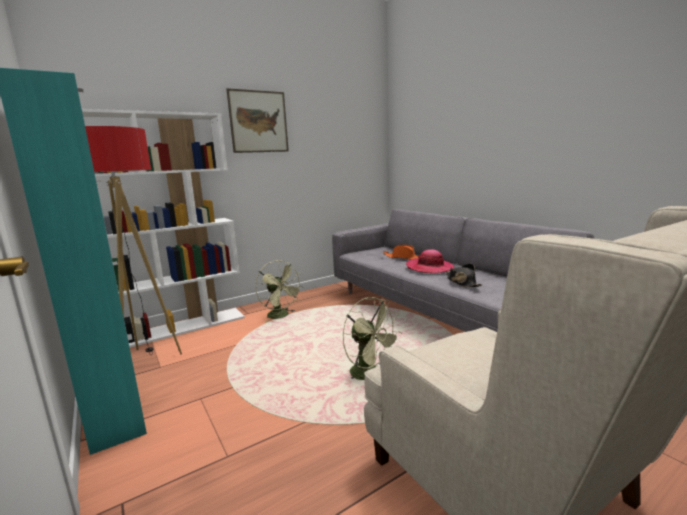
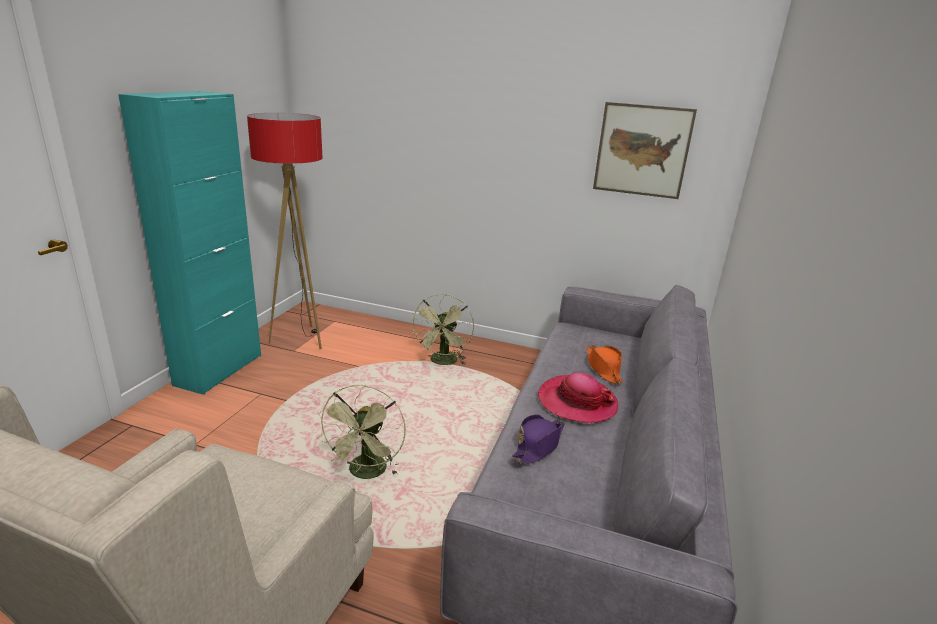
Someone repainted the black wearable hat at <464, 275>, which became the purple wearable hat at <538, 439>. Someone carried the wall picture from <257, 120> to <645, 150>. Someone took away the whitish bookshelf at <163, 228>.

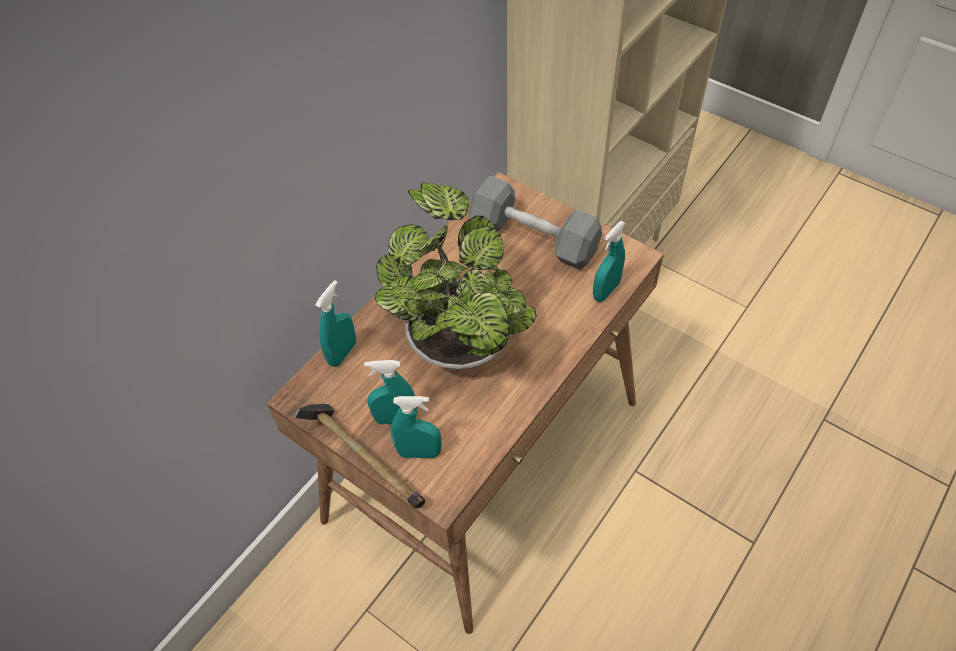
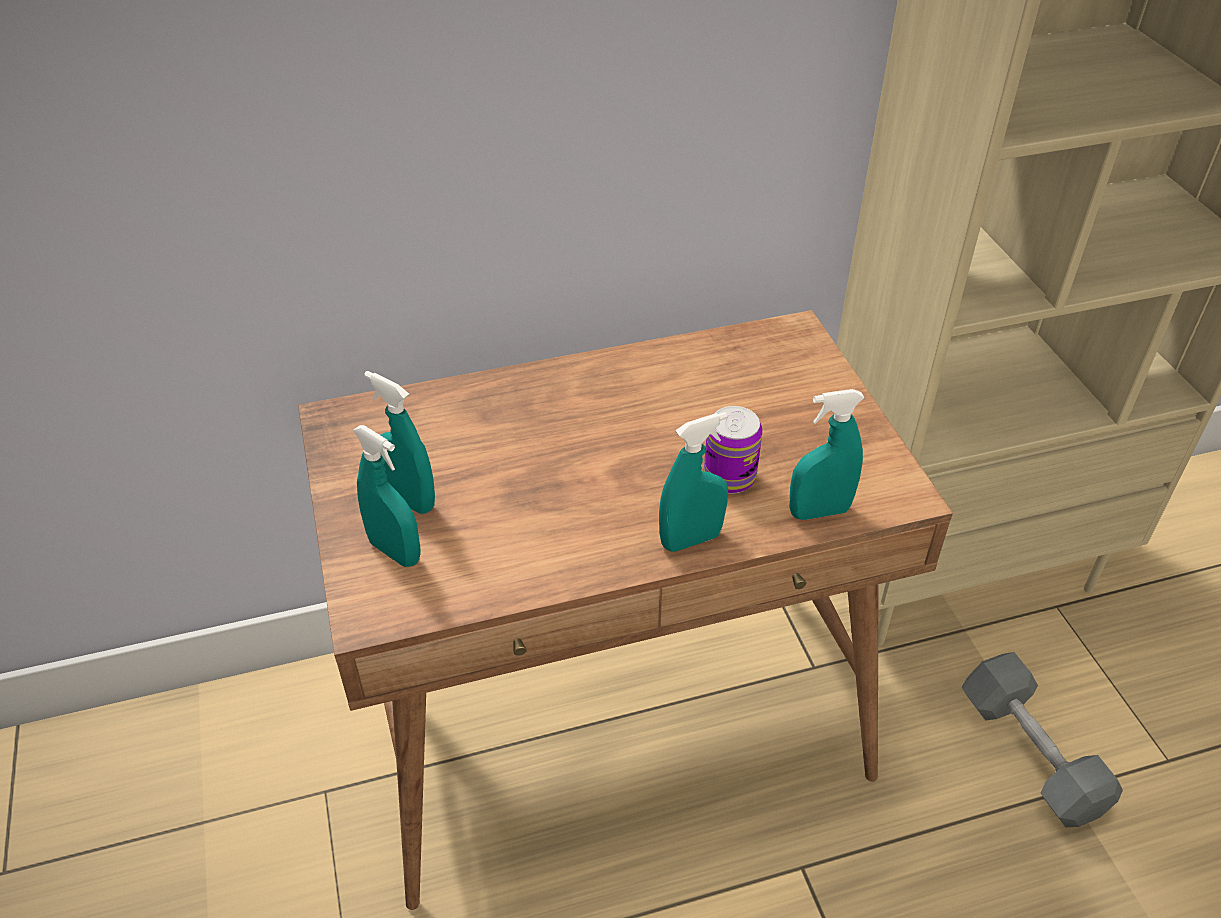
Someone carried the blue-green sprayer from <335, 323> to <693, 482>. Someone put down the metal can at <733, 450>. Someone carried the grey hand weight from <535, 222> to <1042, 739>. Someone took away the hammer at <359, 456>. Someone took away the plant in a pot at <455, 276>.

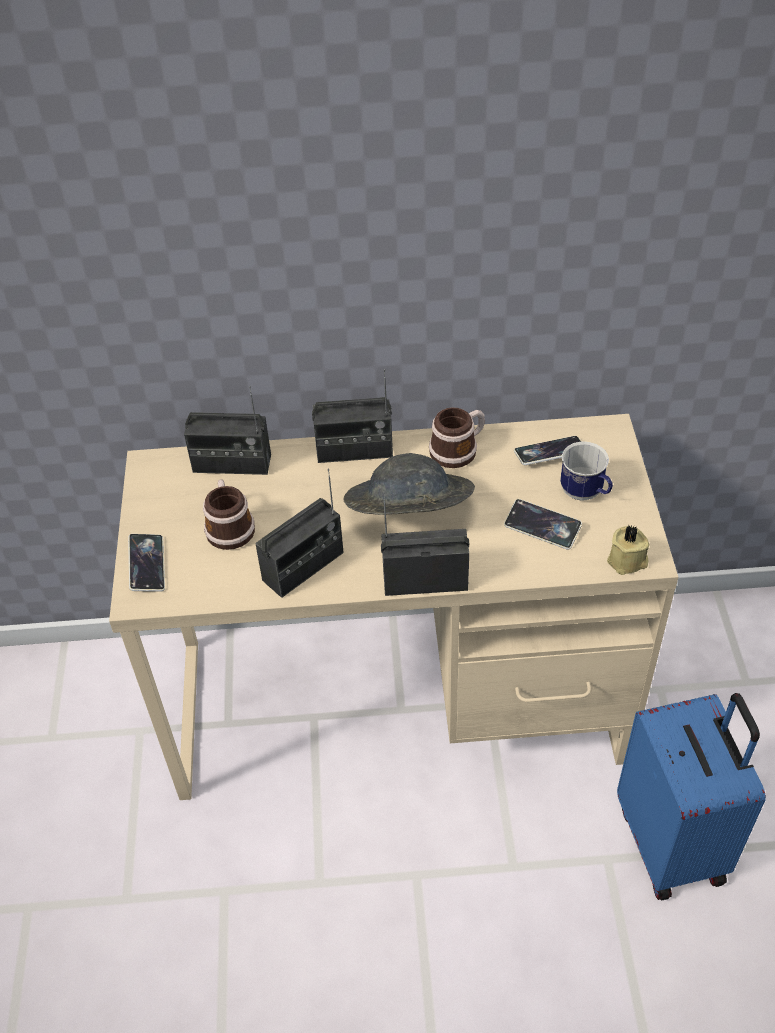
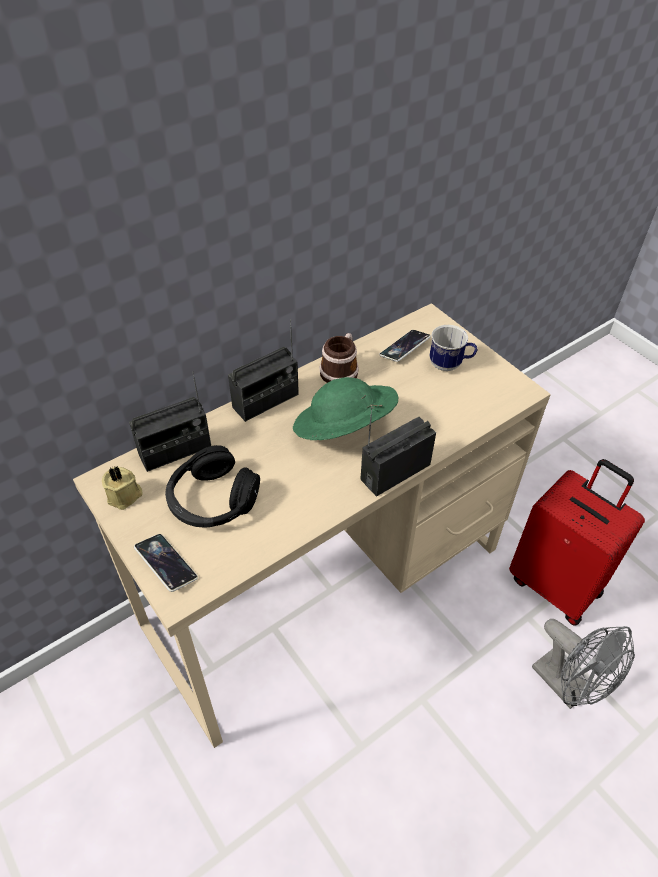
Someone carried the sand-coloured wax candle from <628, 550> to <122, 488>. Someone swapped the coffee mug at <229, 514> for the black headset at <212, 486>. Someone repainted the grey wearable hat at <409, 484>, which became the green-coloured wearable hat at <346, 408>. Someone repainted the bluish travel case at <691, 796>, which became the red-coloured travel case at <577, 542>. Someone put down the grey cooling fan at <583, 664>. Someone took away the radio receiver at <299, 533>. Someone took away the handset at <543, 524>.

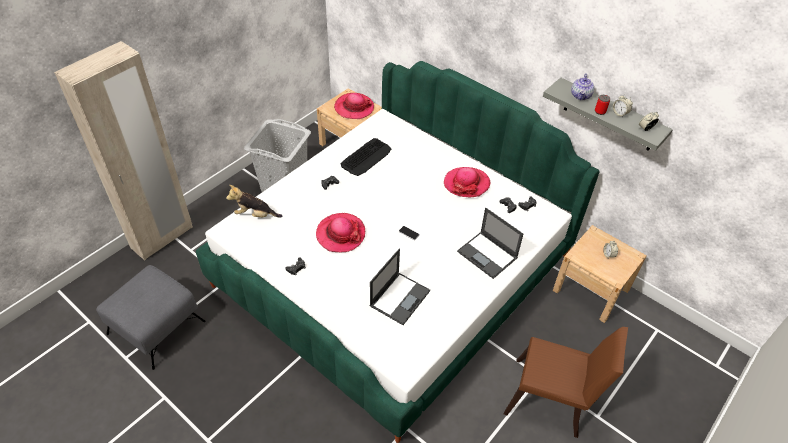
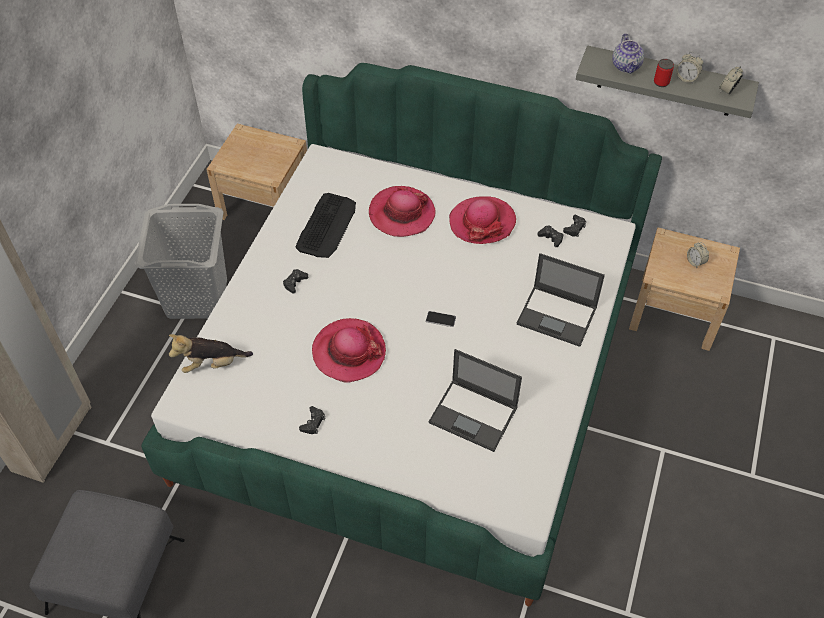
Someone carried the wearable hat from <354, 106> to <402, 211>. Someone rotated the portable computer at <400, 287> by 105 degrees clockwise. Someone took away the brownish plain chair at <566, 382>.

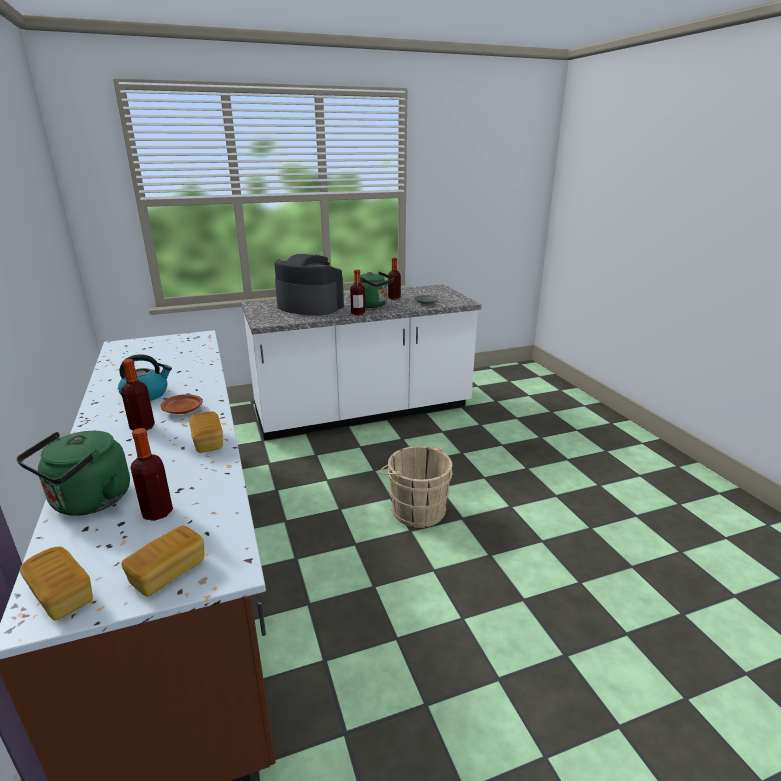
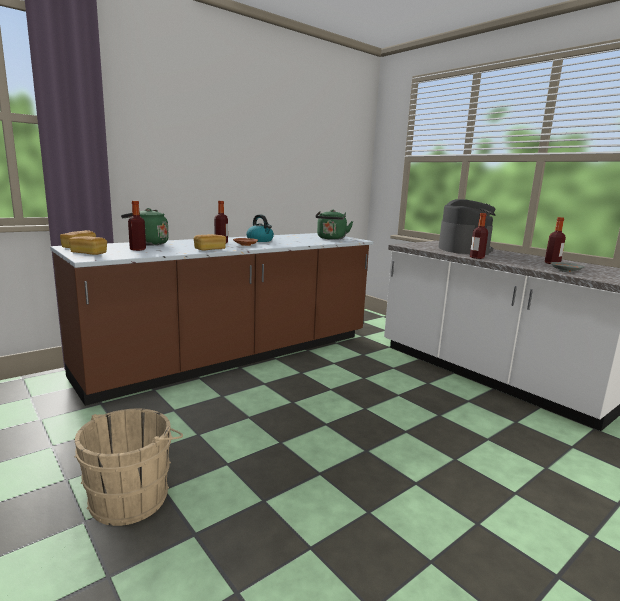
Someone carried the sand-coloured bucket from <416, 487> to <129, 467>. Someone carried the green-coloured water kettle from <373, 290> to <334, 225>.

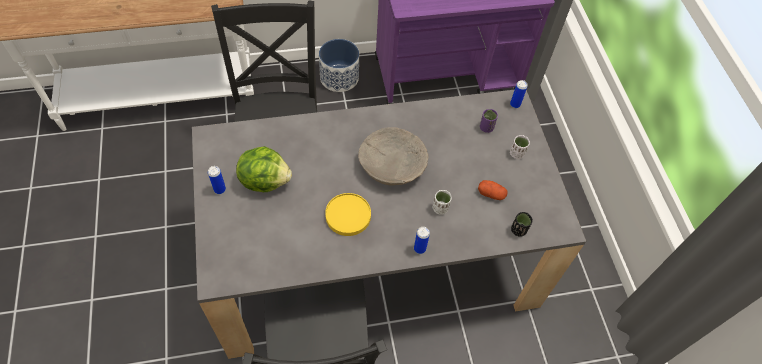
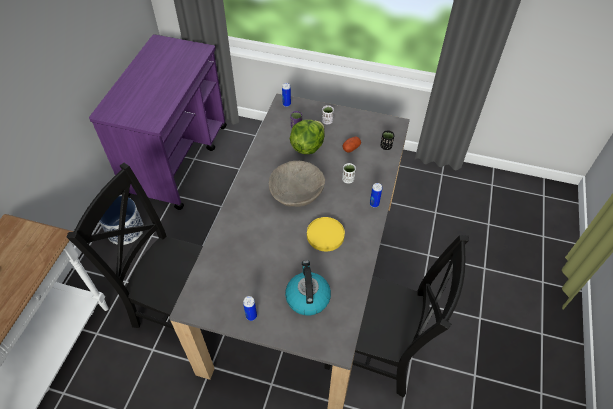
Someone put down the water kettle at <308, 288>. Someone carried the lettuce head from <264, 169> to <307, 137>.

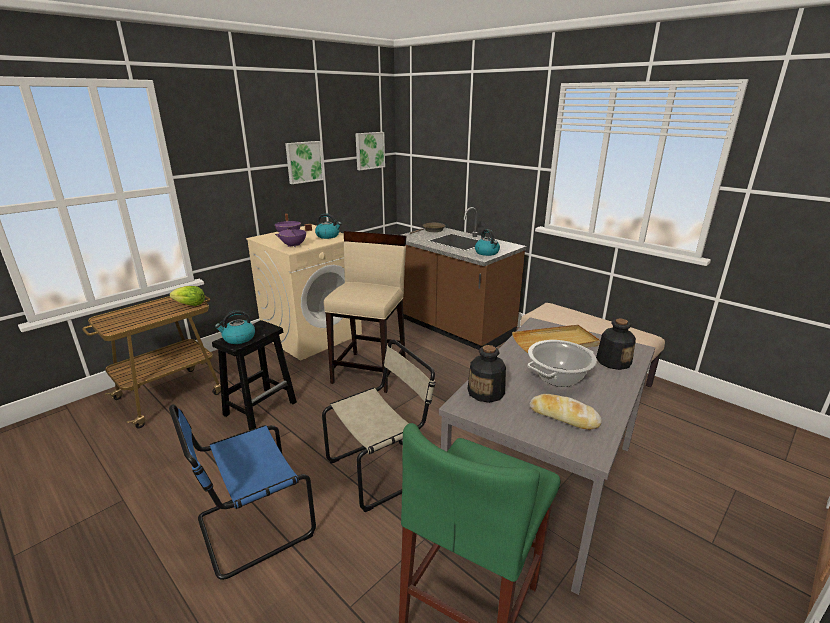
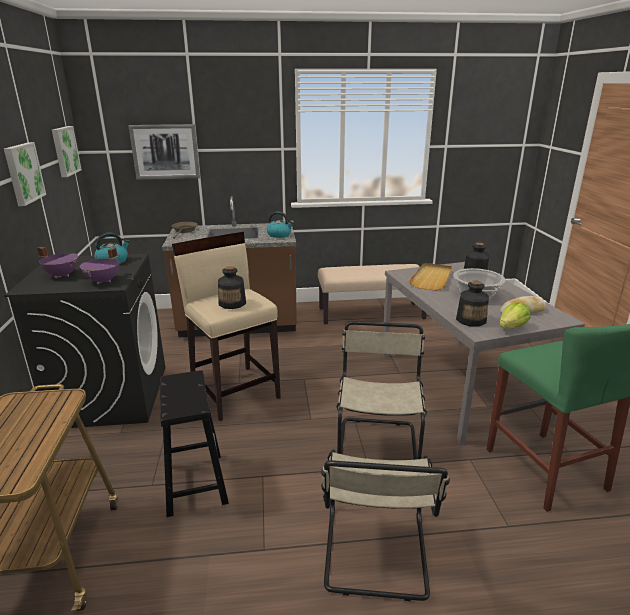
Someone repainted the sand-coloured laundry appliance at <304, 292>, which became the black laundry appliance at <84, 341>. Someone put up the wall picture at <164, 152>. Someone put down the beverage bottle at <232, 287>. Someone repainted the bluish plain chair at <242, 492>, which became the sand-coloured plain chair at <385, 525>. Someone carried the lettuce head from <187, 296> to <514, 315>. Someone took away the water kettle at <235, 327>.

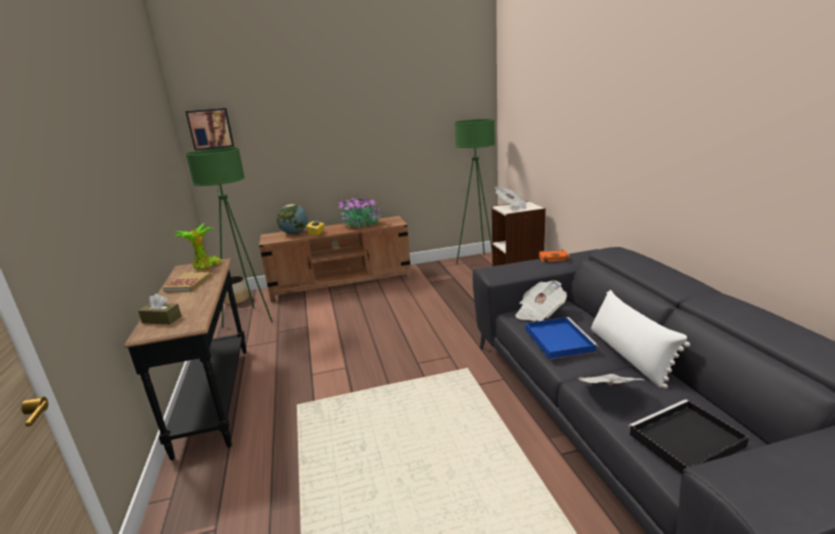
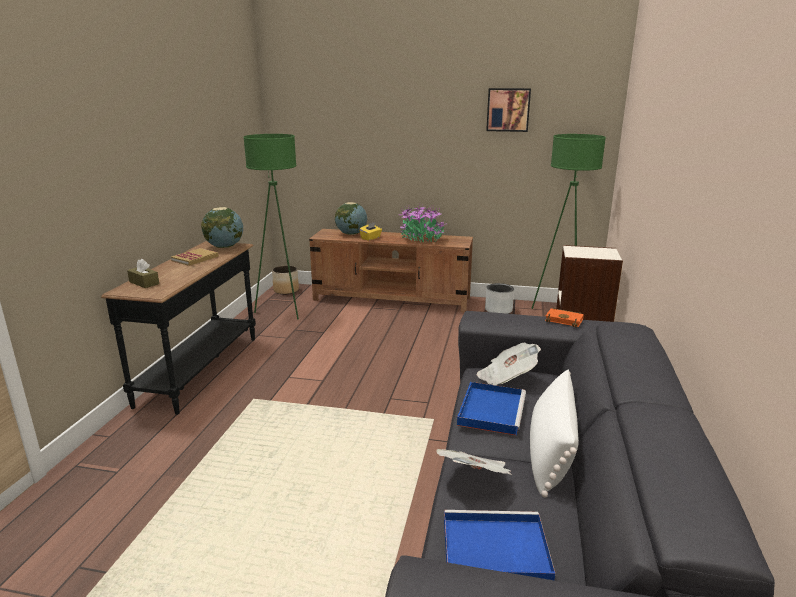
Someone swapped the plant in a pot at <198, 246> for the globe at <222, 227>. Someone repainted the black carrying tray at <688, 436>, which became the bluish carrying tray at <499, 545>. Someone put down the grey plant pot at <499, 298>. Someone carried the wall picture from <210, 129> to <508, 110>. Someone took away the daily paper at <511, 198>.

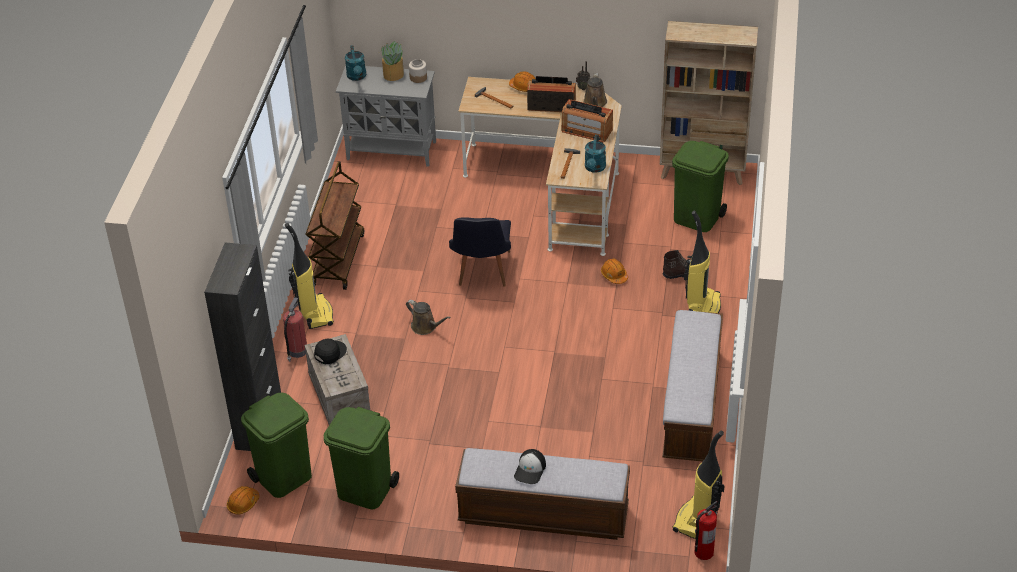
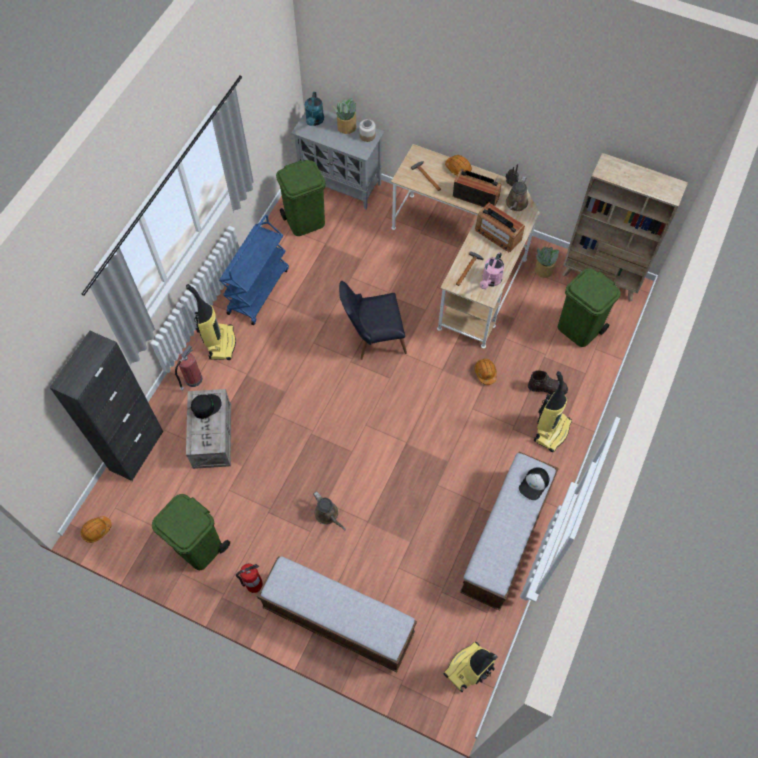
Someone repainted the brownish cart at <334, 225>, which became the bluish cart at <254, 270>. Someone carried the fire-fighting cylinder from <706, 530> to <249, 578>. Someone carried the green-coloured waste bin from <276, 445> to <301, 198>. Someone carried the brownish watering can from <428, 317> to <329, 511>. Someone rotated the black plain chair at <480, 251> by 60 degrees clockwise. Someone repainted the blue-green watering can at <595, 154>, which became the pink watering can at <492, 270>. Someone carried the peaked cap from <530, 466> to <534, 483>. Someone put down the plant in a pot at <547, 262>.

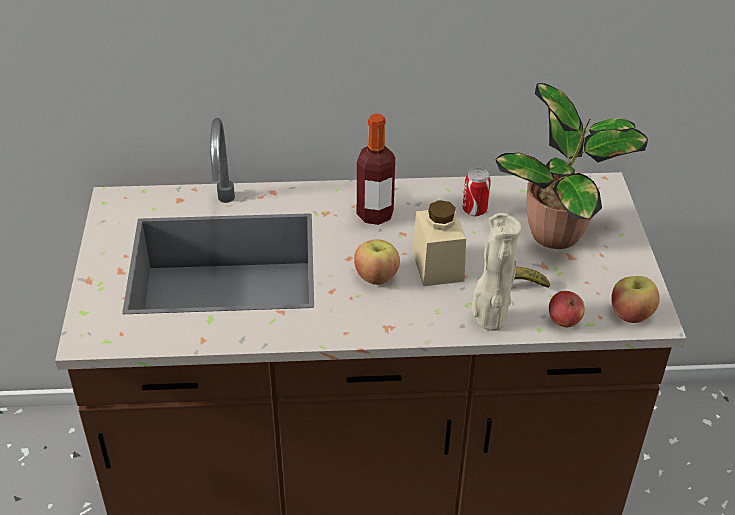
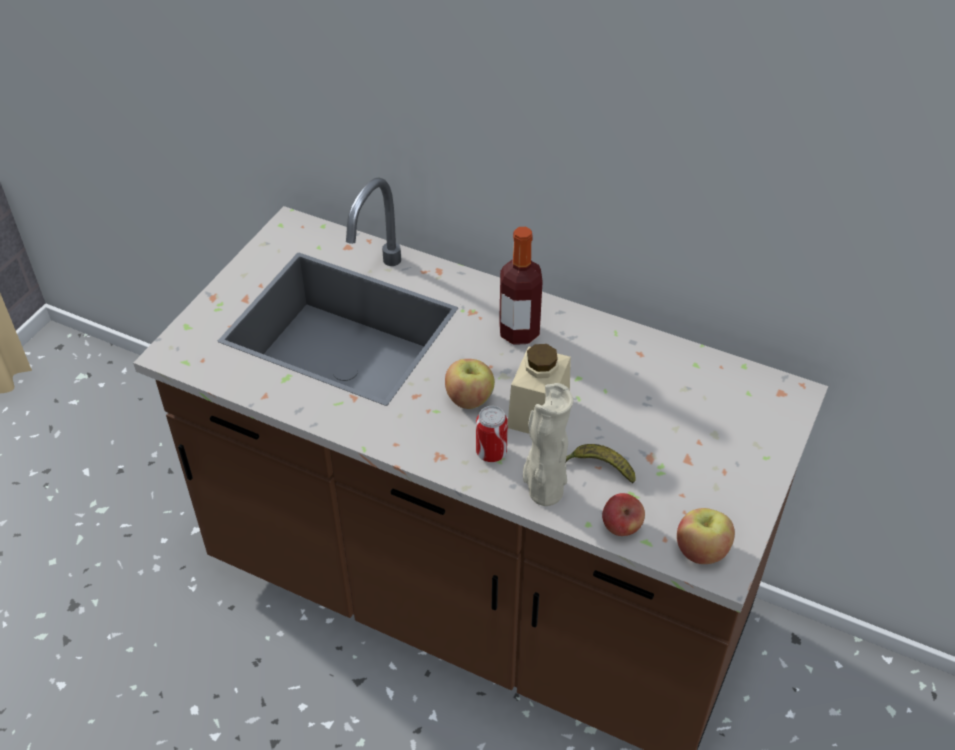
Someone carried the metal can from <477, 192> to <492, 434>. Someone took away the plant in a pot at <571, 166>.

